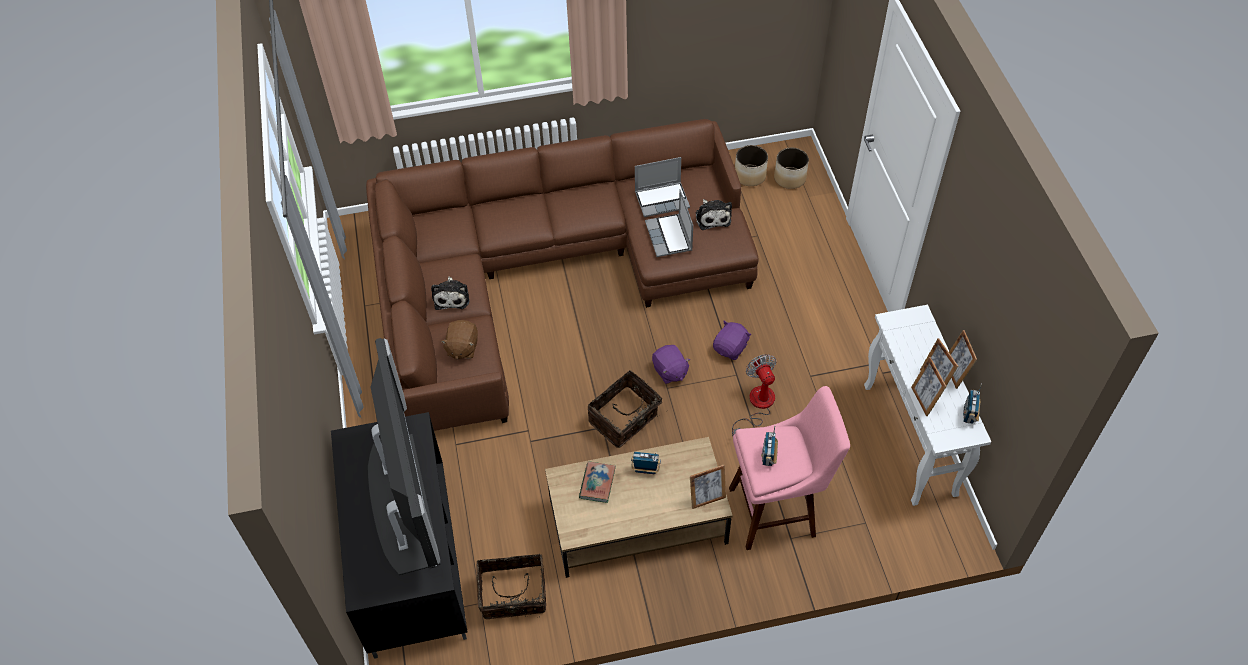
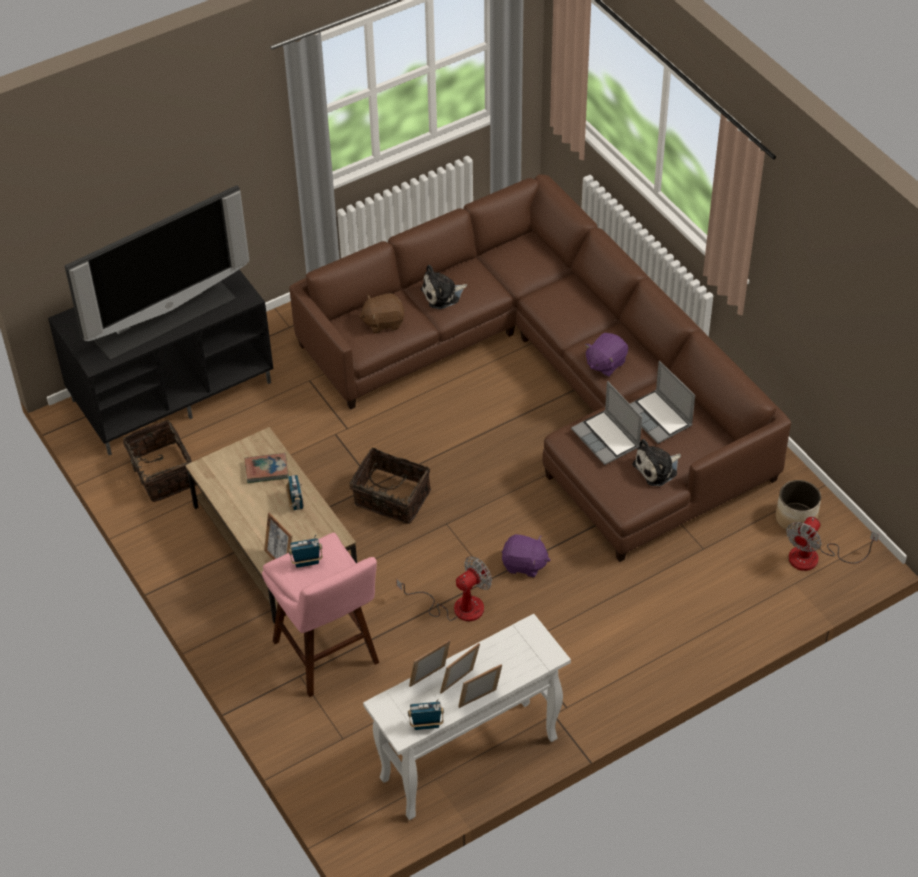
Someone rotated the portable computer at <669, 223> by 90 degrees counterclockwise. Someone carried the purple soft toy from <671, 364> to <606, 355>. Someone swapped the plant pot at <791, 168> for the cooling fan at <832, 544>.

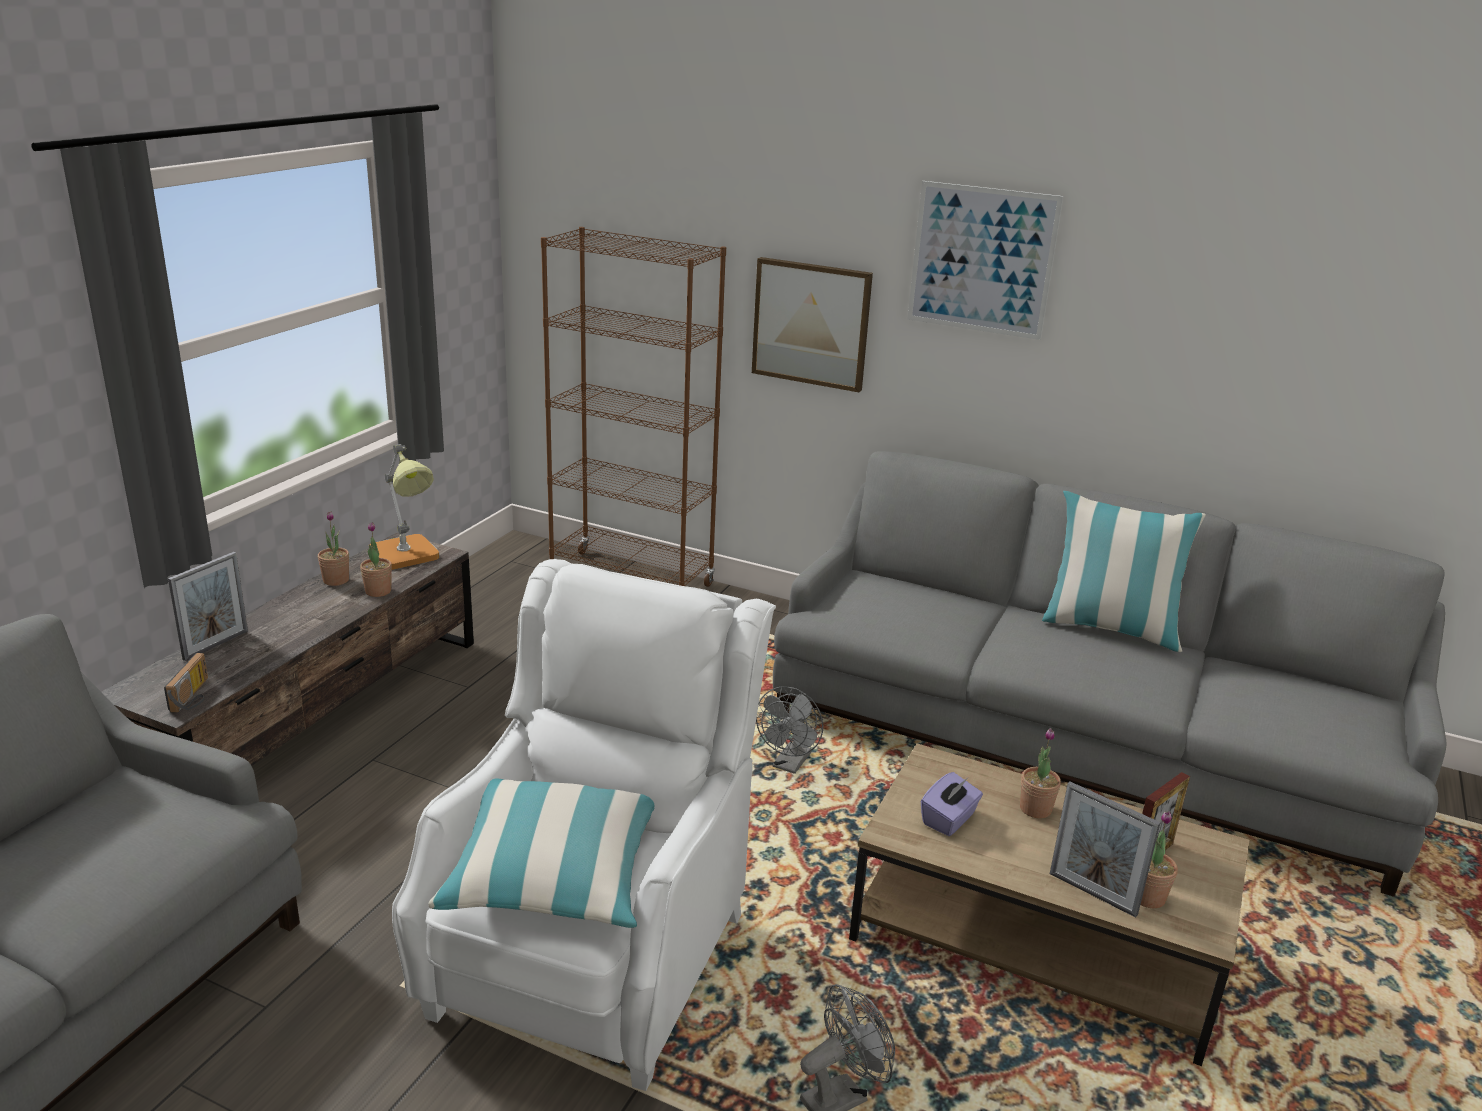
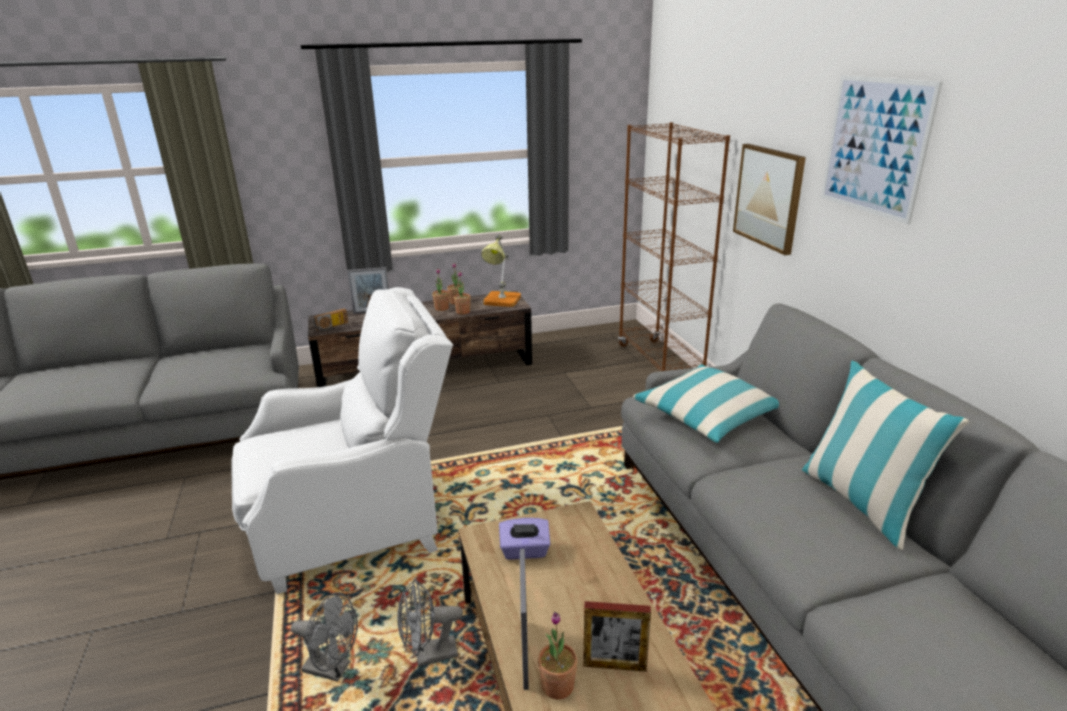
Someone carried the grey cooling fan from <789, 730> to <430, 622>. Someone carried the plant in a pot from <1040, 773> to <440, 290>. Someone carried the cushion from <541, 853> to <706, 403>.

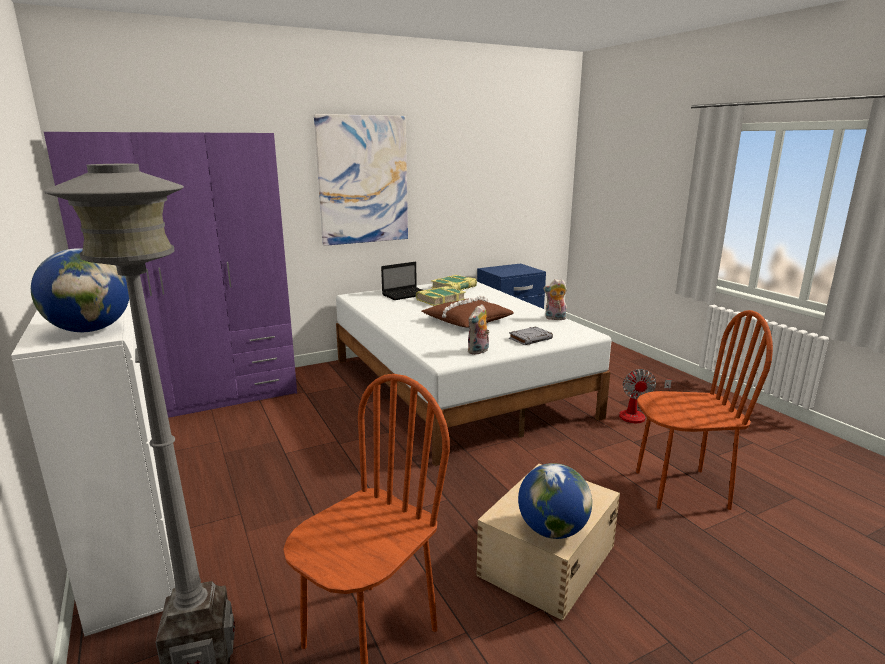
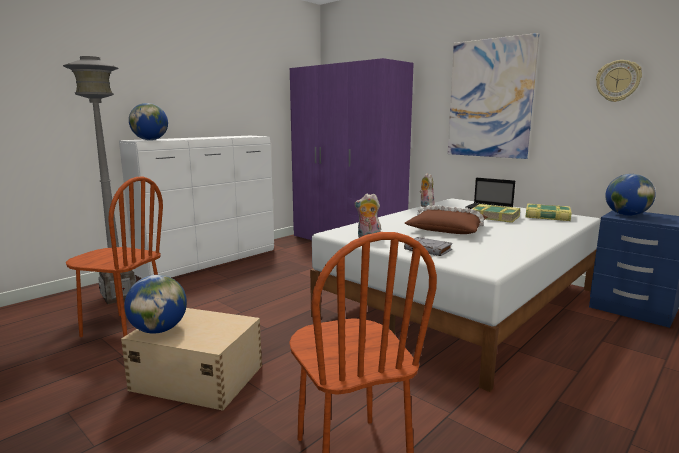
Someone carried the soft toy from <555, 299> to <427, 190>. Someone put up the clock on the wall at <619, 81>. Someone put down the globe at <630, 195>. Someone took away the cooling fan at <645, 396>.

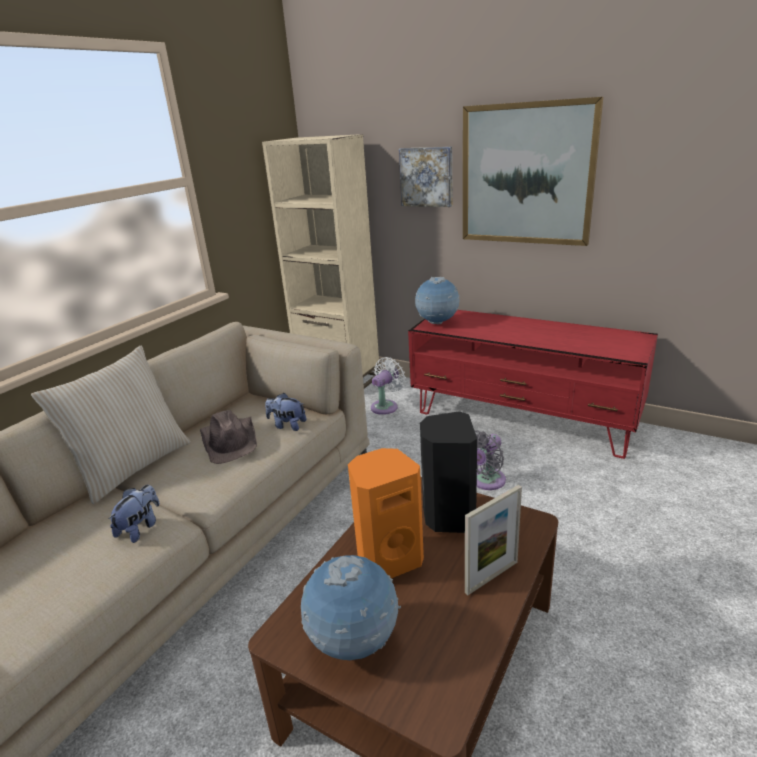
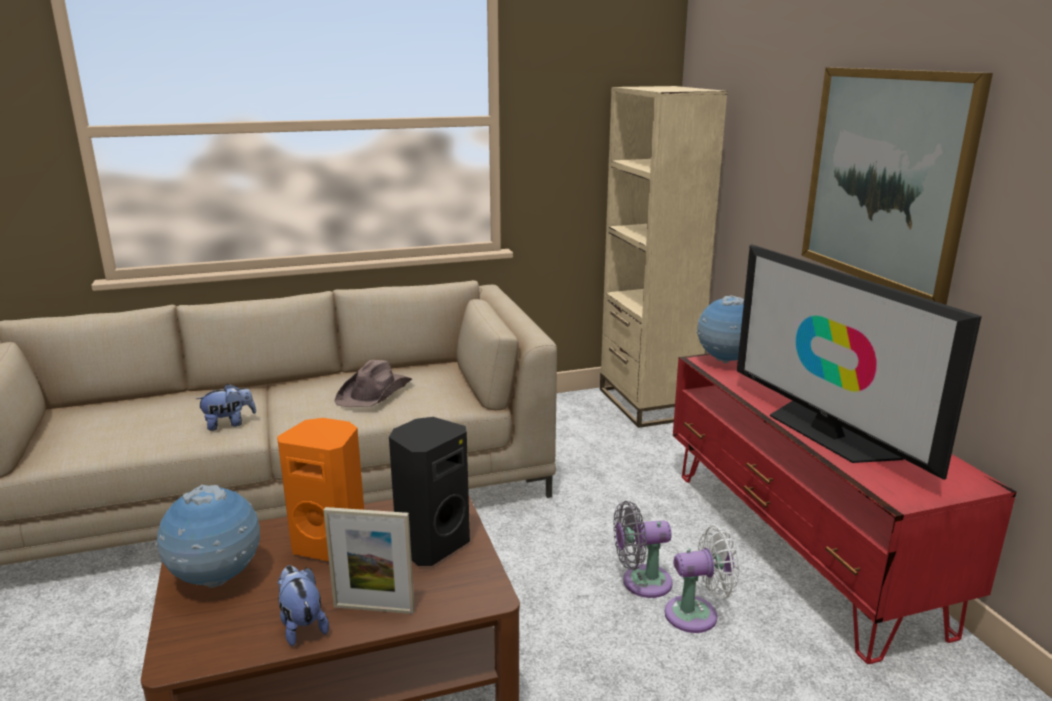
Someone carried the soft toy from <286, 412> to <303, 605>. Someone carried the whitish cooling fan from <388, 386> to <702, 579>. Someone put down the TV set at <859, 362>. Someone took away the sand-coloured cushion at <111, 425>. Someone took away the wall picture at <426, 177>.

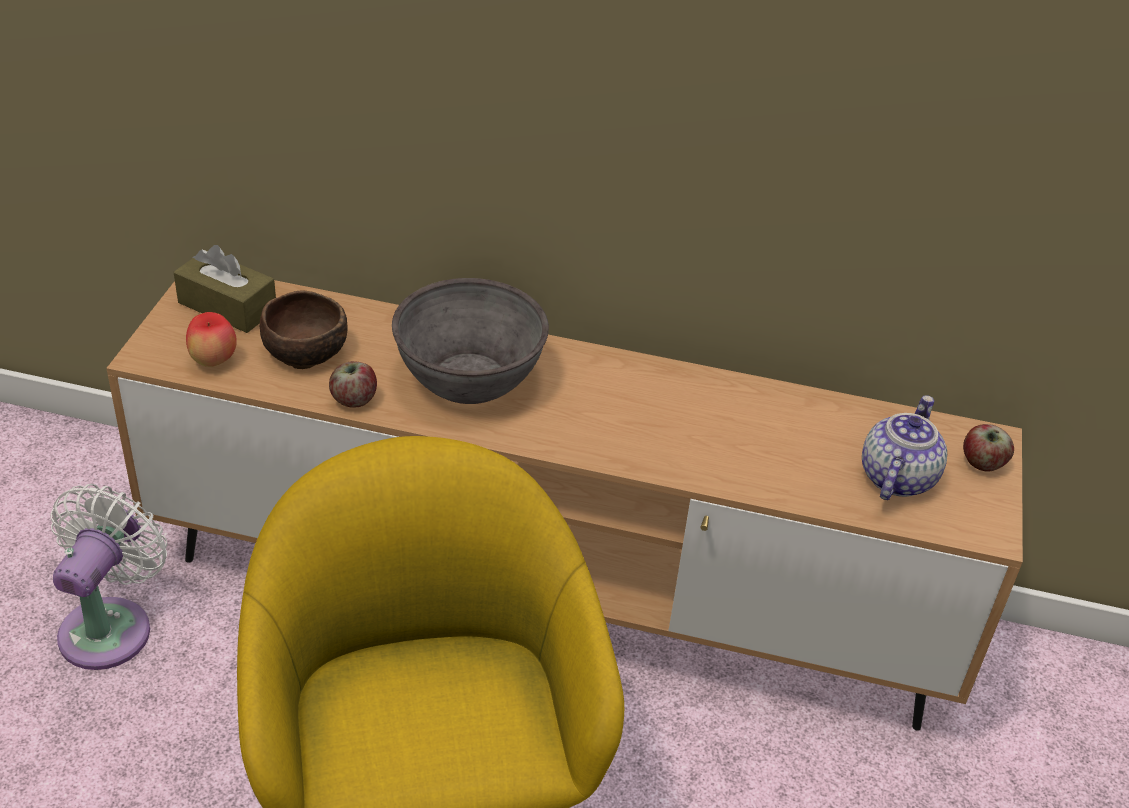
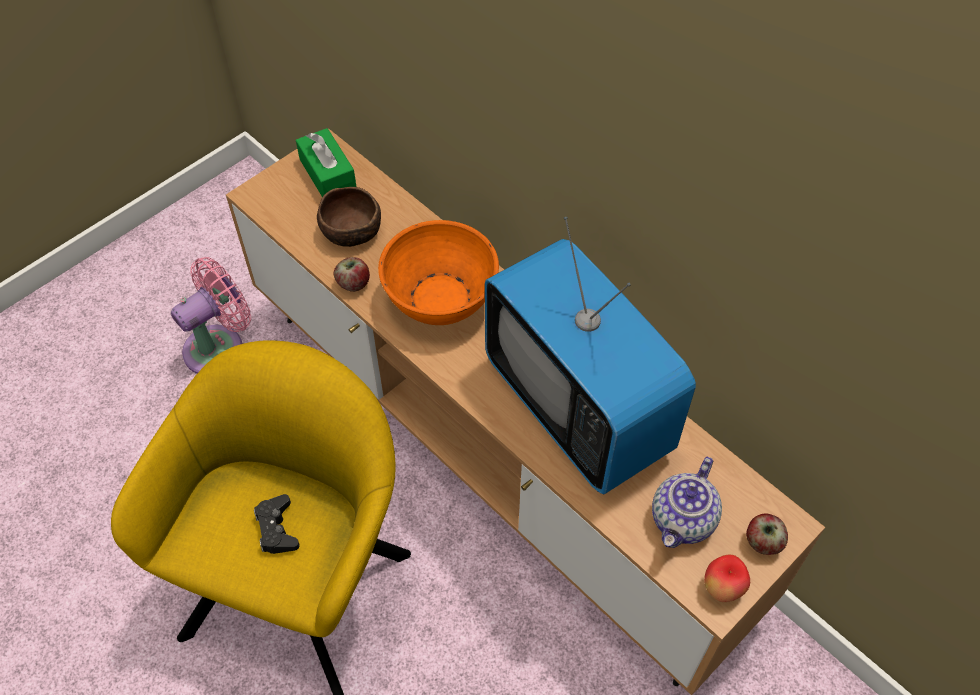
Someone repainted the whitish cooling fan at <108, 577>, which became the pink cooling fan at <211, 315>. Someone put down the black gamepad at <277, 524>. Someone repainted the brownish tissue box at <225, 289>, which became the green-coloured tissue box at <326, 162>. Someone repainted the grey deep dish at <470, 341>, which became the orange deep dish at <438, 272>. Someone put down the TV set at <590, 355>. Someone rotated the teapot at <904, 447> by 150 degrees clockwise. Someone carried the whole apple from <211, 339> to <727, 578>.

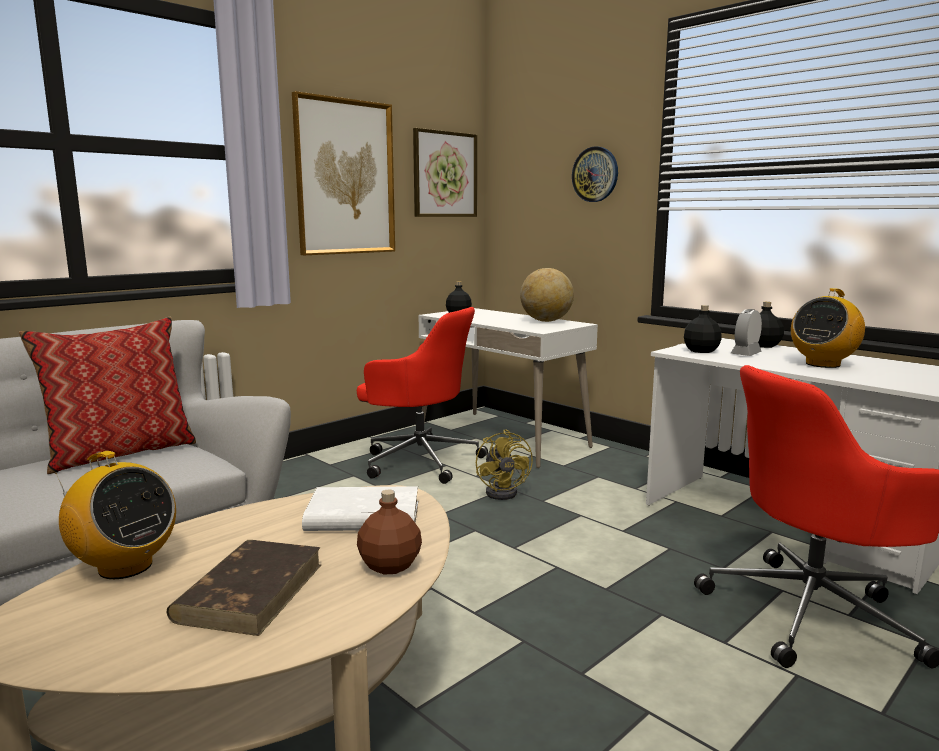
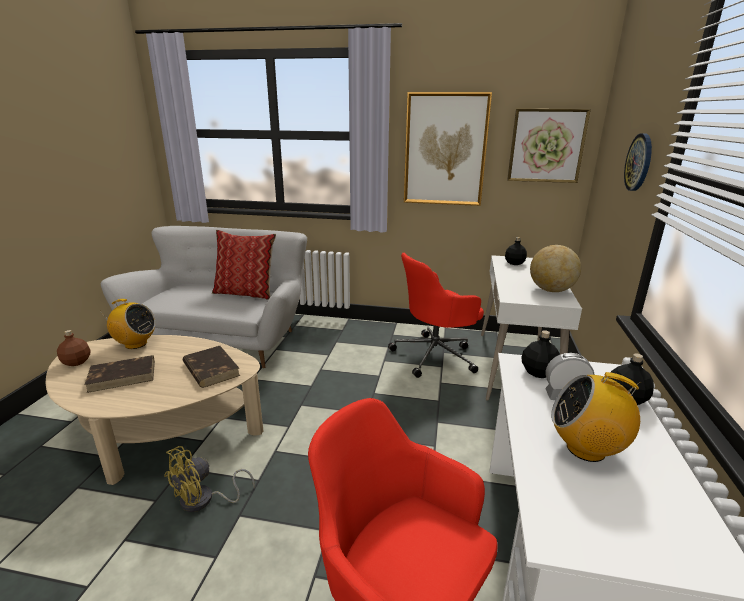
Someone carried the brownish beverage bottle from <389, 532> to <73, 348>. Someone rotated the radio receiver at <115, 515> by 75 degrees counterclockwise. Someone carried the yellow-coloured cooling fan from <504, 464> to <209, 479>. Someone repainted the whitish bound book at <360, 508>, which became the brownish bound book at <211, 367>. Someone rotated the red-coloured desk chair at <422, 395> by 75 degrees clockwise.

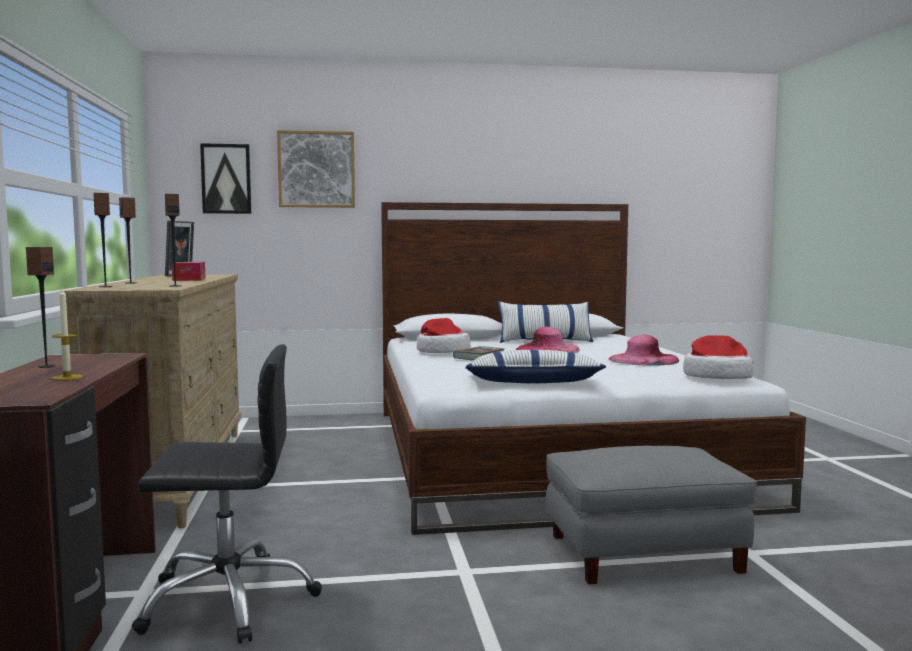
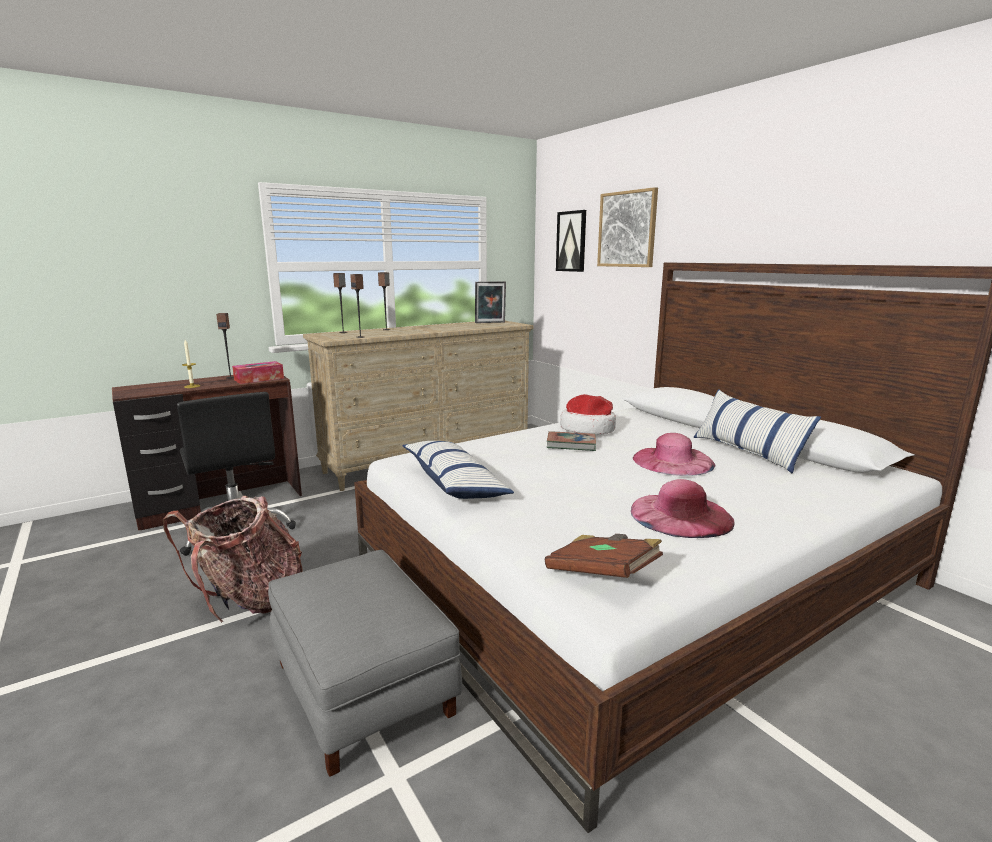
Someone put down the knapsack at <233, 559>. Someone carried the tissue box from <188, 271> to <258, 372>. Someone swapped the wearable hat at <718, 357> for the brownish bound book at <604, 556>.

